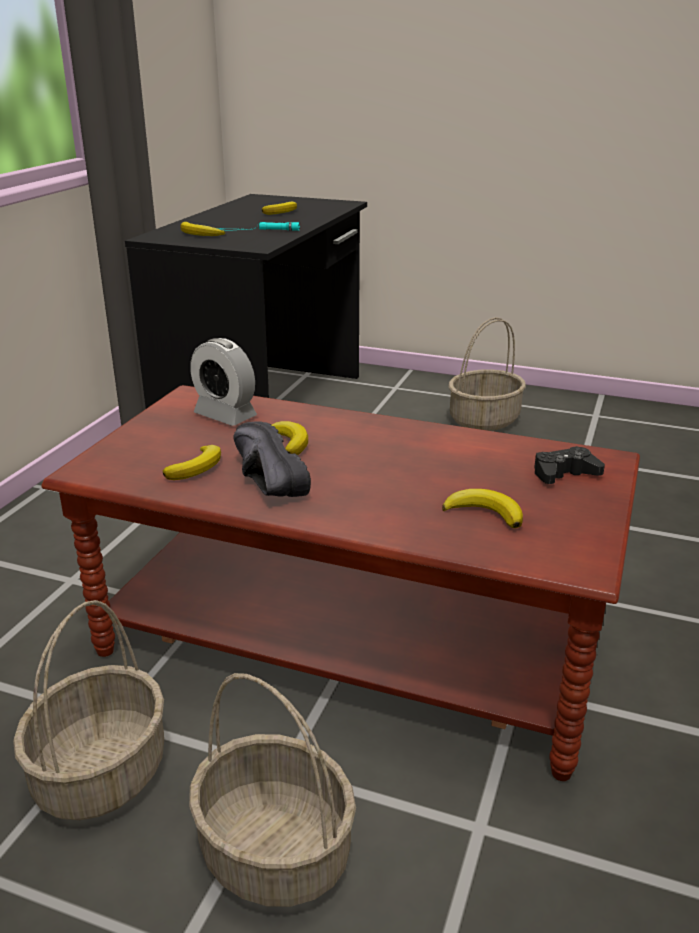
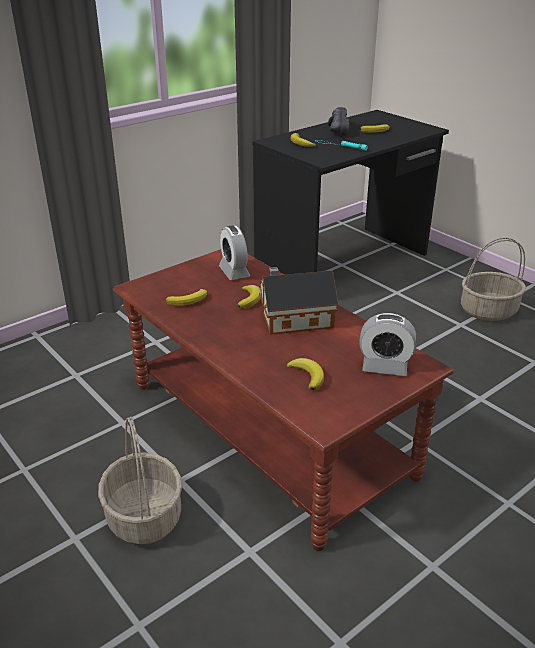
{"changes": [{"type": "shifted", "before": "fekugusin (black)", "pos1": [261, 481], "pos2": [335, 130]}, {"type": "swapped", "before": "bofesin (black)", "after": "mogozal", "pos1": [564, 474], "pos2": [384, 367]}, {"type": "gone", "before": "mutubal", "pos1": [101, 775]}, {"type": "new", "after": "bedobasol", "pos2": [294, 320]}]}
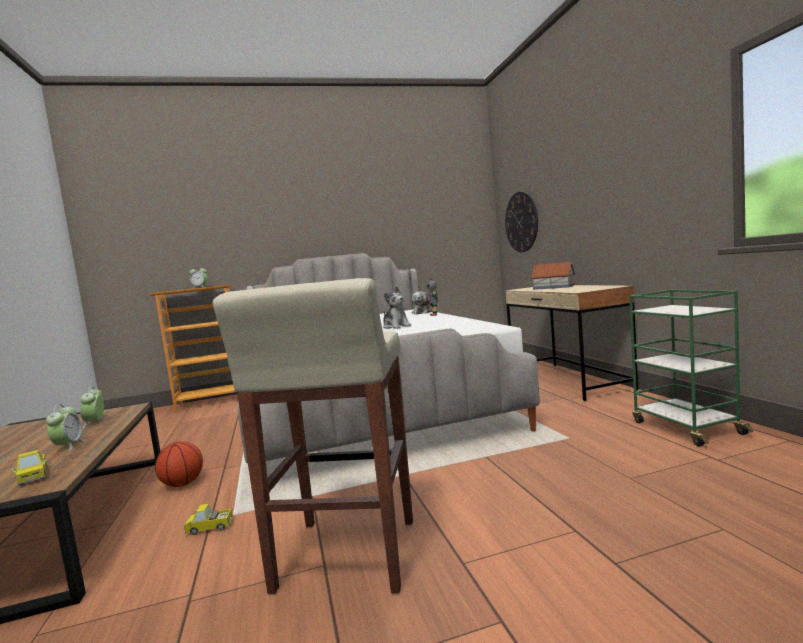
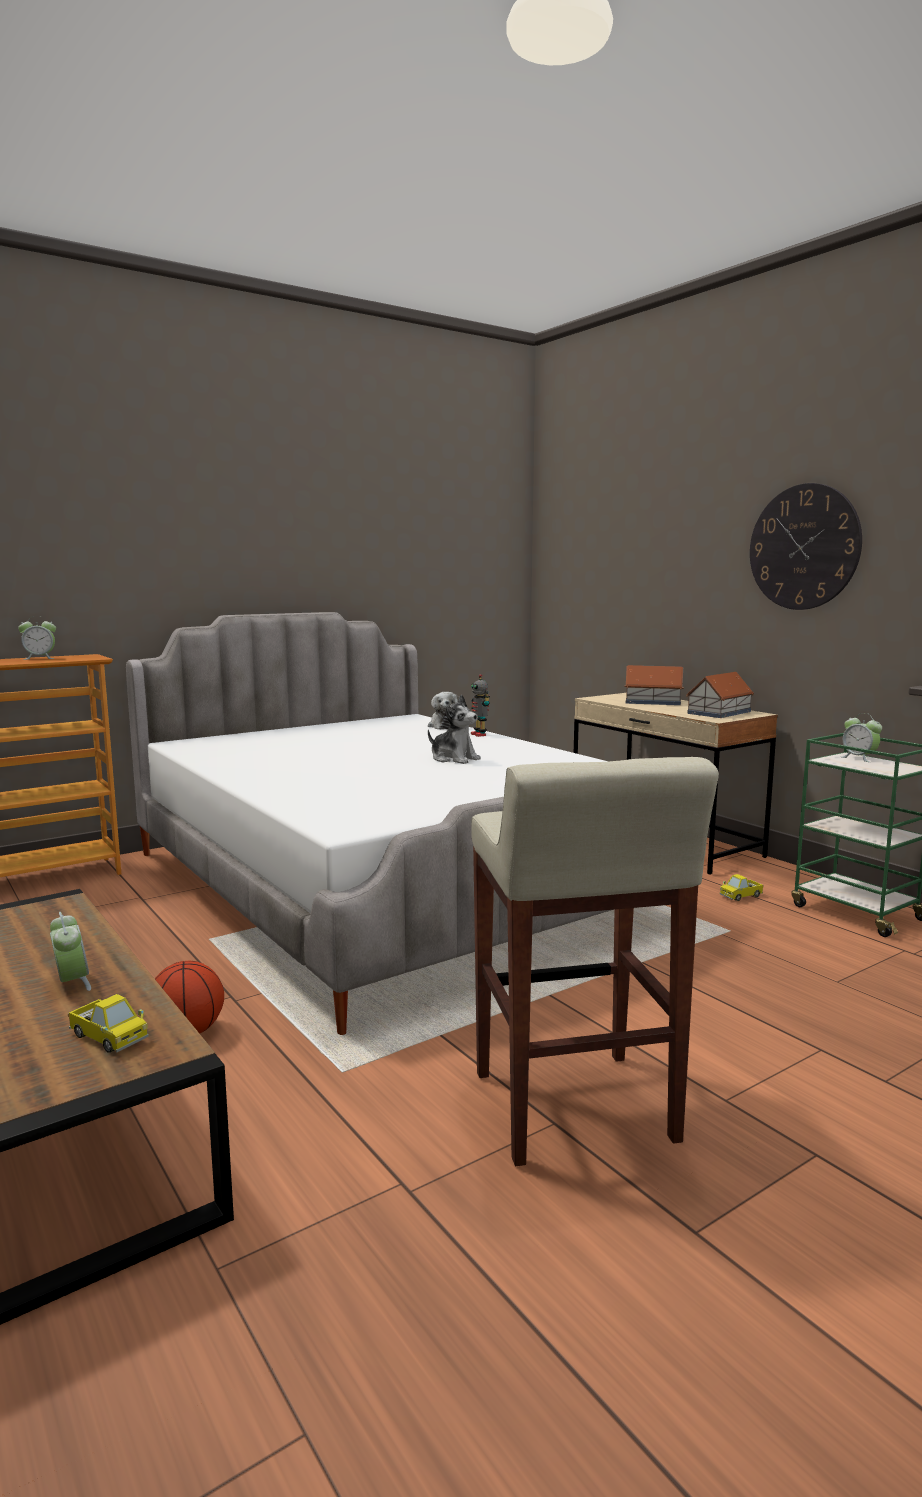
{"changes": [{"type": "shifted", "before": "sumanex", "pos1": [521, 222], "pos2": [804, 547]}, {"type": "shifted", "before": "mogozal", "pos1": [95, 423], "pos2": [859, 758]}, {"type": "shifted", "before": "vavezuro", "pos1": [210, 528], "pos2": [741, 896]}, {"type": "new", "after": "bedobasol", "pos2": [720, 712]}]}
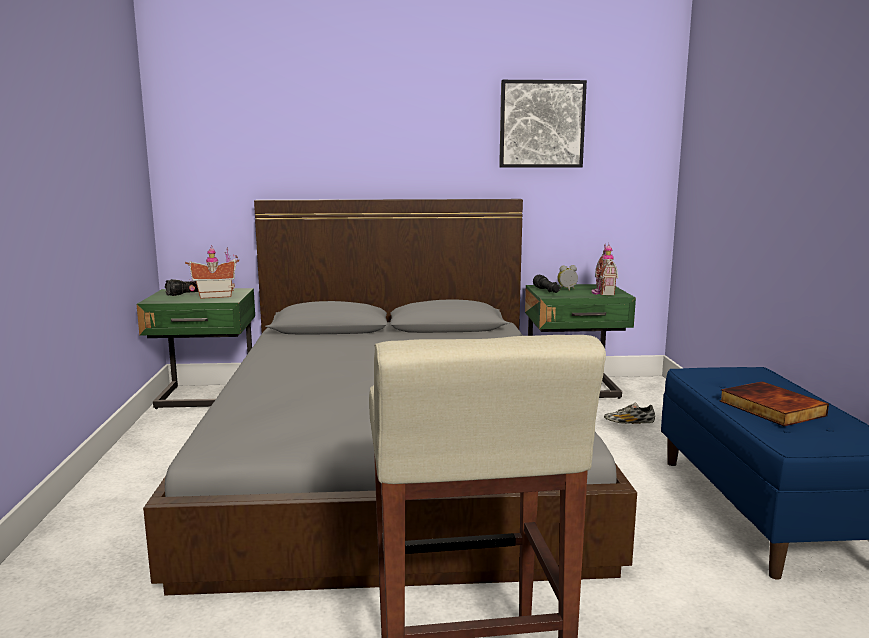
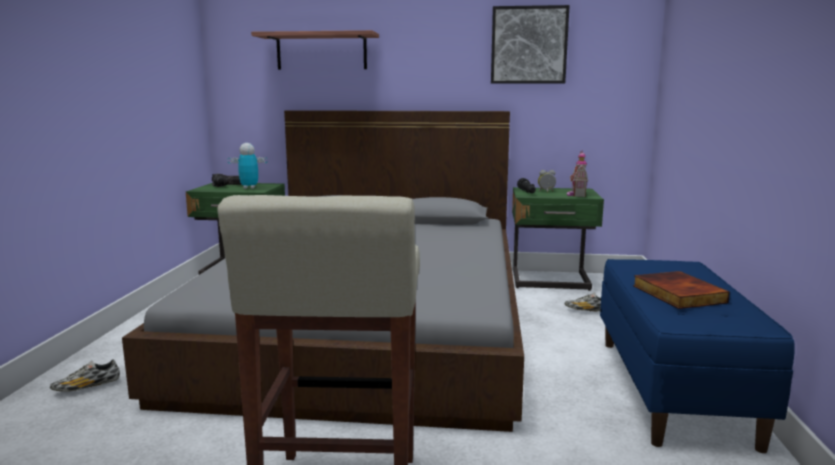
{"changes": [{"type": "swapped", "before": "bedobasol", "after": "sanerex", "pos1": [215, 296], "pos2": [249, 188]}, {"type": "new", "after": "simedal", "pos2": [321, 52]}, {"type": "new", "after": "fekugusin", "pos2": [87, 387]}]}
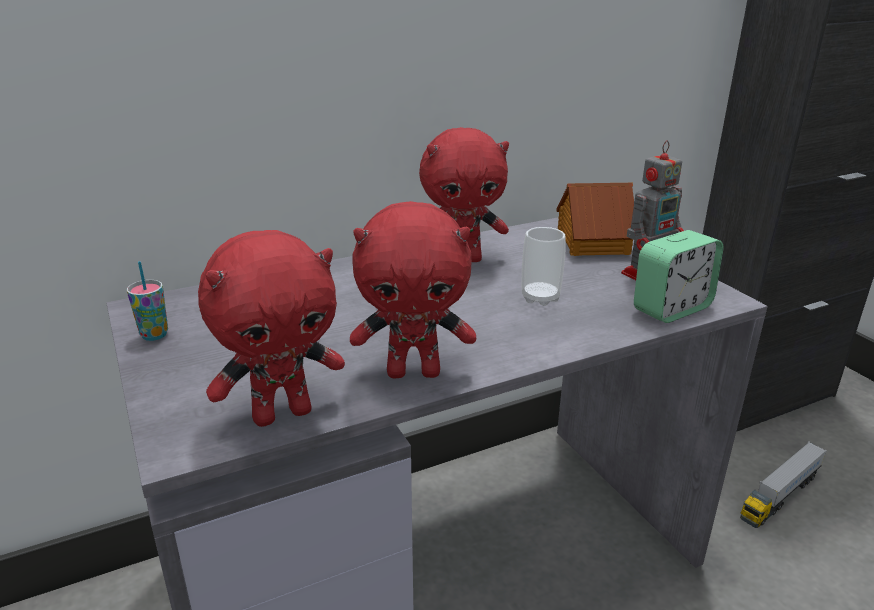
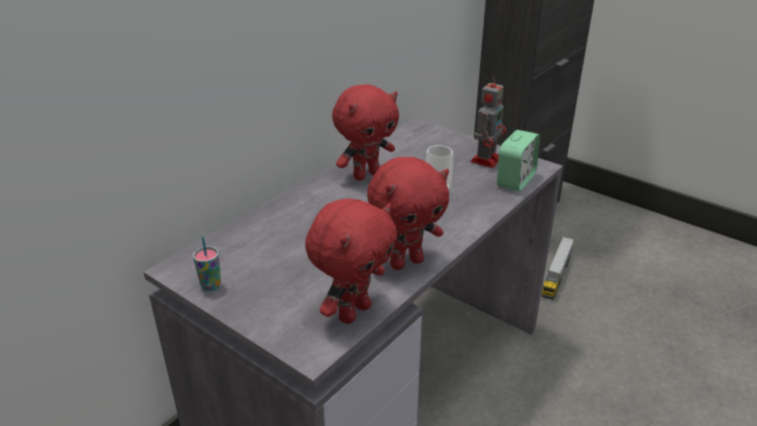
{"changes": [{"type": "gone", "before": "bedobasol", "pos1": [591, 242]}]}
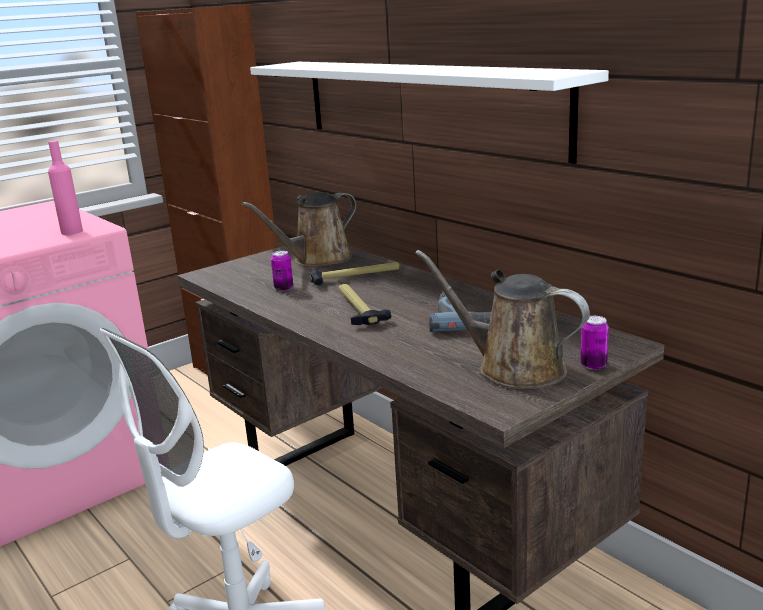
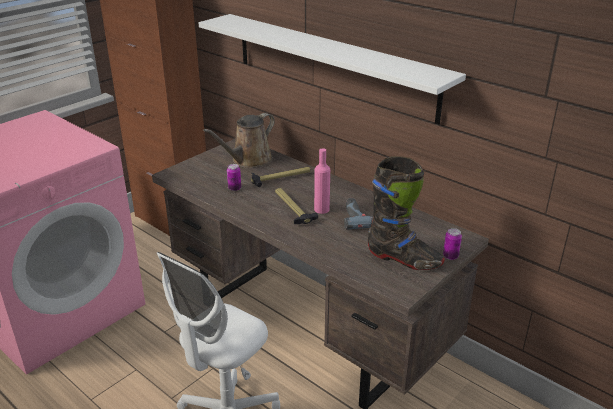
{"changes": [{"type": "shifted", "before": "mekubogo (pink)", "pos1": [72, 232], "pos2": [321, 209]}, {"type": "swapped", "before": "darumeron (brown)", "after": "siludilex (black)", "pos1": [513, 368], "pos2": [403, 259]}]}
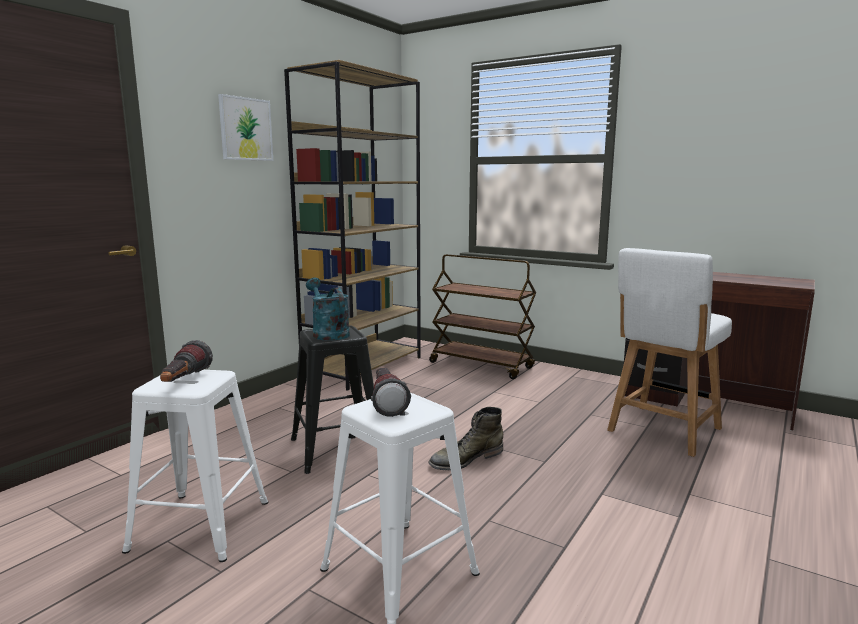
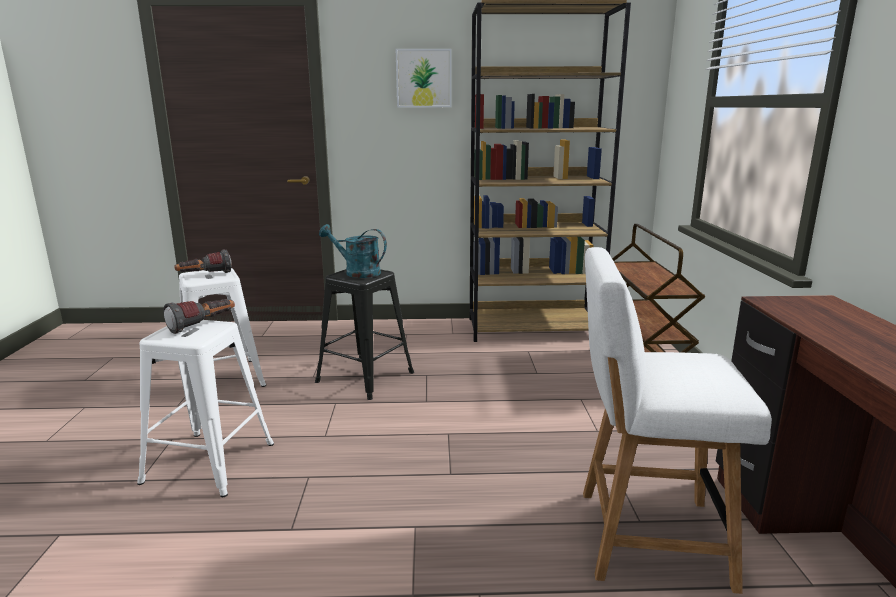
{"changes": [{"type": "rotated", "before": "darumeron (turquoise)", "pos1": [328, 333], "pos2": [357, 272], "turn": -90}, {"type": "gone", "before": "siludilex (green)", "pos1": [466, 459]}]}
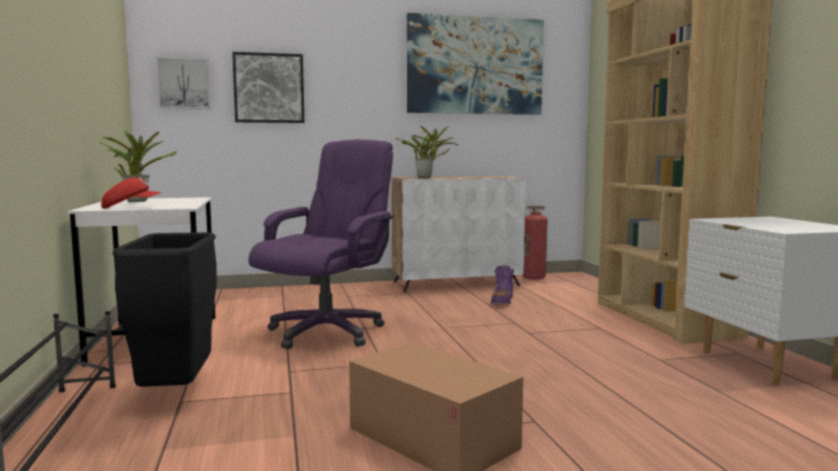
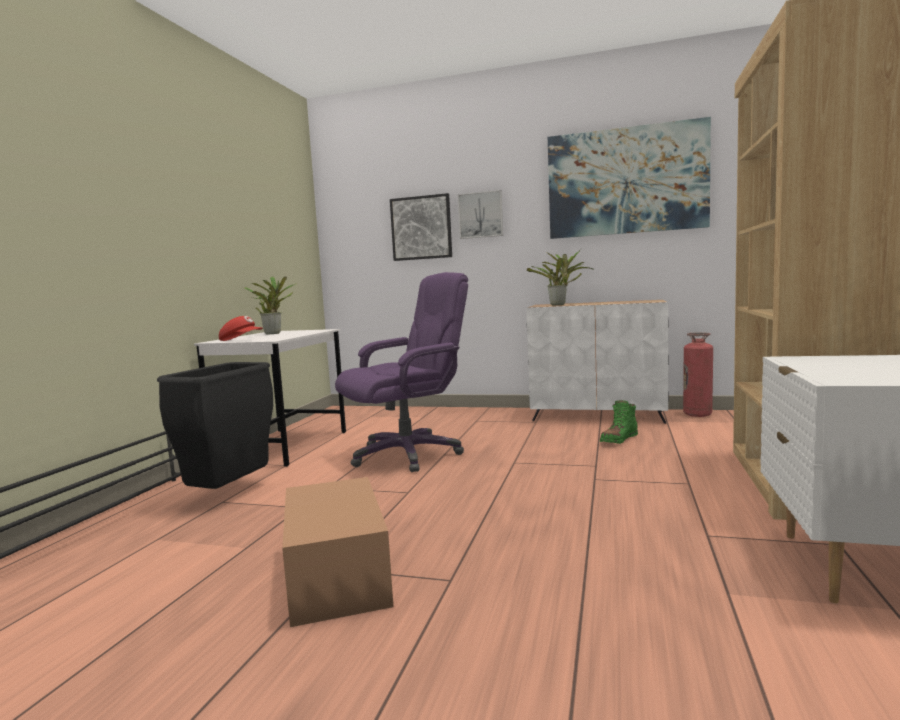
{"changes": [{"type": "shifted", "before": "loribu", "pos1": [184, 83], "pos2": [481, 215]}, {"type": "repainted", "before": "siludilex (purple)", "after": "siludilex (green)", "pos1": [502, 301], "pos2": [618, 439]}]}
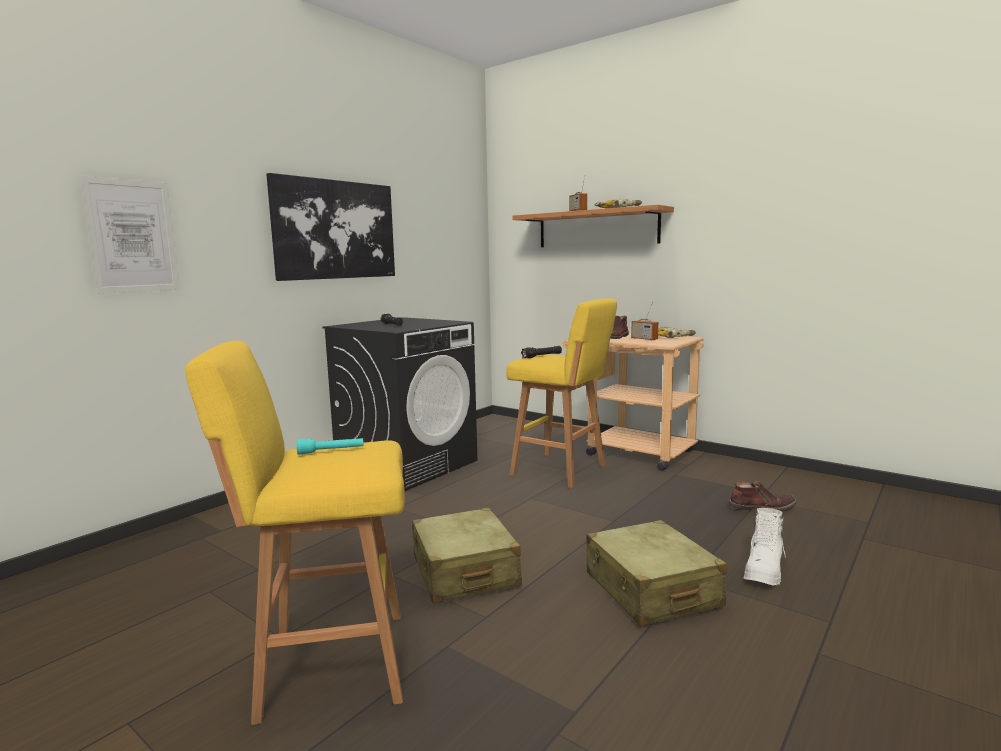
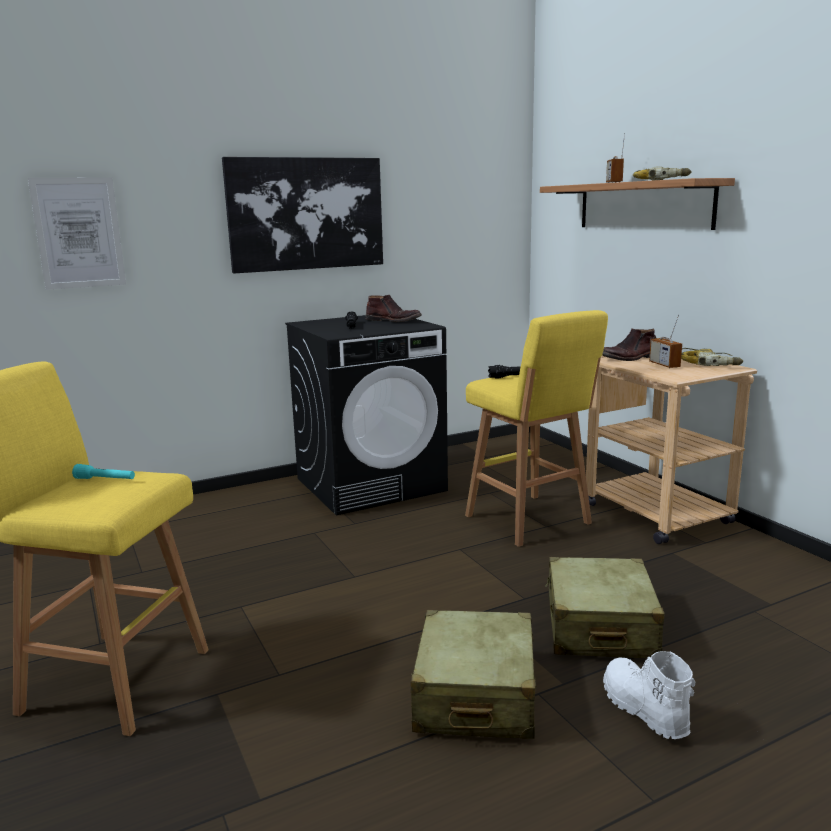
{"changes": [{"type": "shifted", "before": "siludilex (brown)", "pos1": [761, 507], "pos2": [393, 320]}, {"type": "shifted", "before": "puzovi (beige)", "pos1": [464, 572], "pos2": [599, 627]}, {"type": "rotated", "before": "siludilex (white)", "pos1": [764, 570], "pos2": [642, 709], "turn": 105}]}
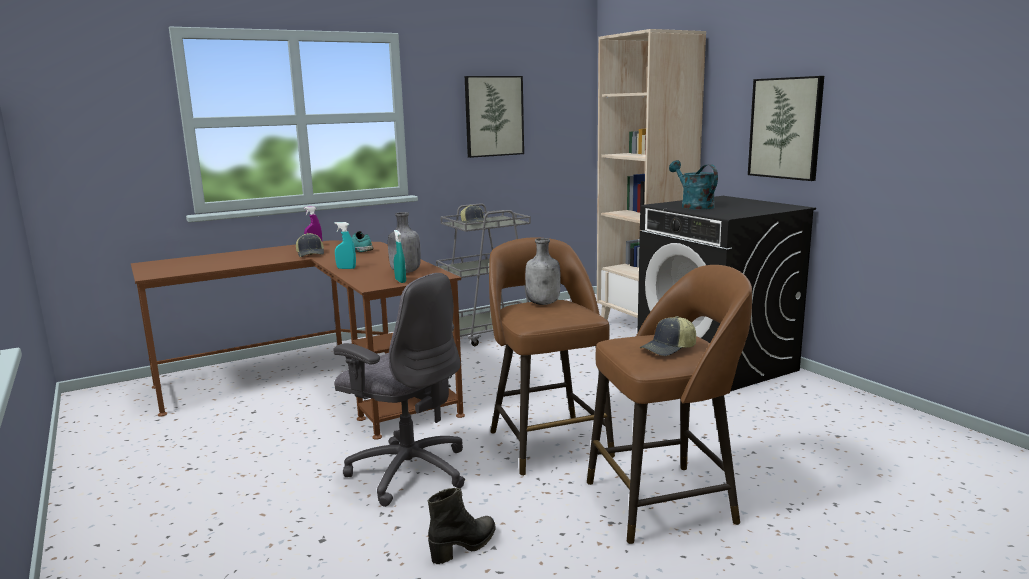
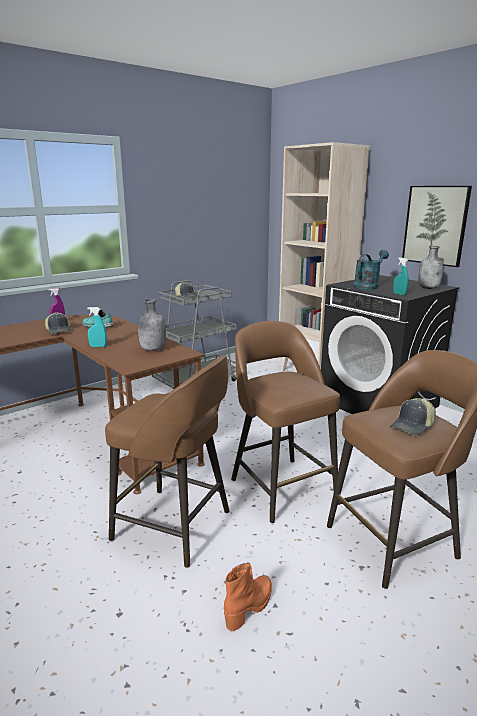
{"changes": [{"type": "gone", "before": "loribu", "pos1": [494, 116]}, {"type": "rotated", "before": "darumeron (turquoise)", "pos1": [693, 206], "pos2": [368, 286], "turn": 75}, {"type": "shifted", "before": "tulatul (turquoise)", "pos1": [400, 281], "pos2": [399, 294]}, {"type": "shifted", "before": "mekubogo (grey)", "pos1": [544, 303], "pos2": [429, 288]}, {"type": "swapped", "before": "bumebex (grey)", "after": "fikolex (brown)", "pos1": [408, 471], "pos2": [175, 526]}, {"type": "repainted", "before": "siludilex (black)", "after": "siludilex (orange)", "pos1": [464, 546], "pos2": [250, 607]}]}
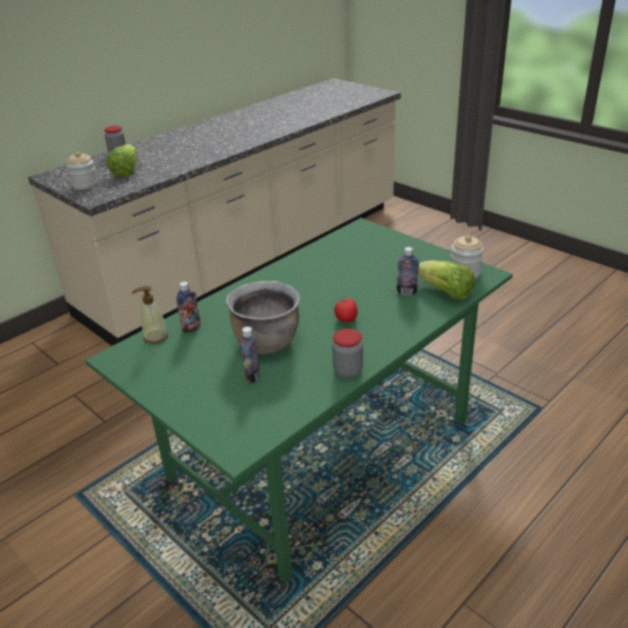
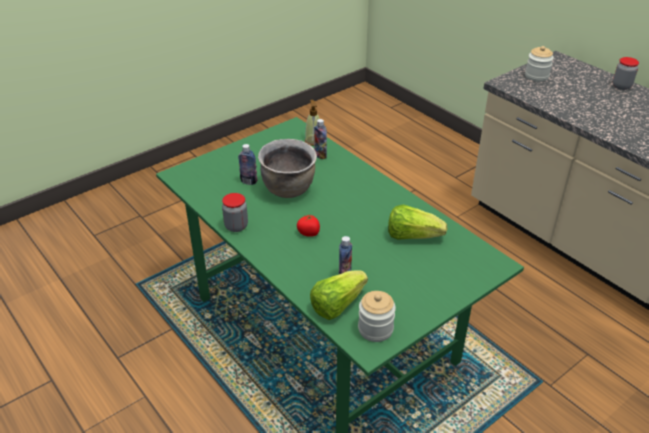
{"changes": [{"type": "shifted", "before": "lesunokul", "pos1": [126, 171], "pos2": [412, 236]}]}
